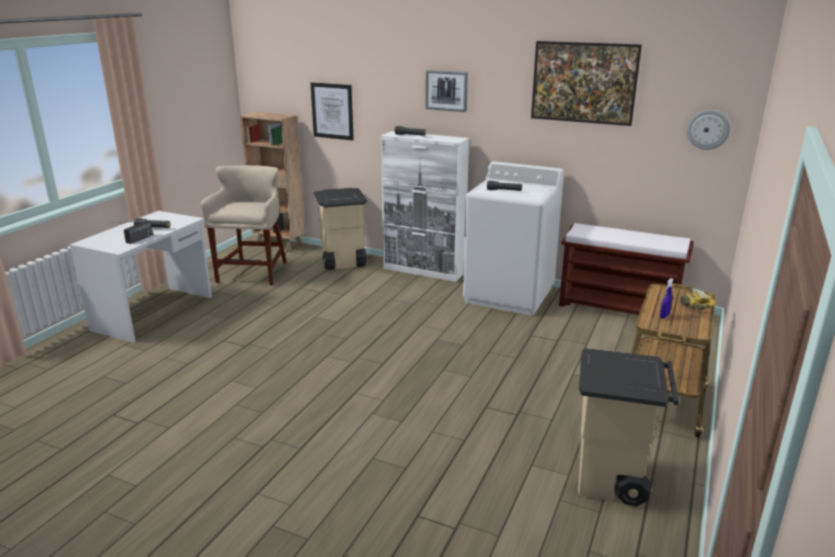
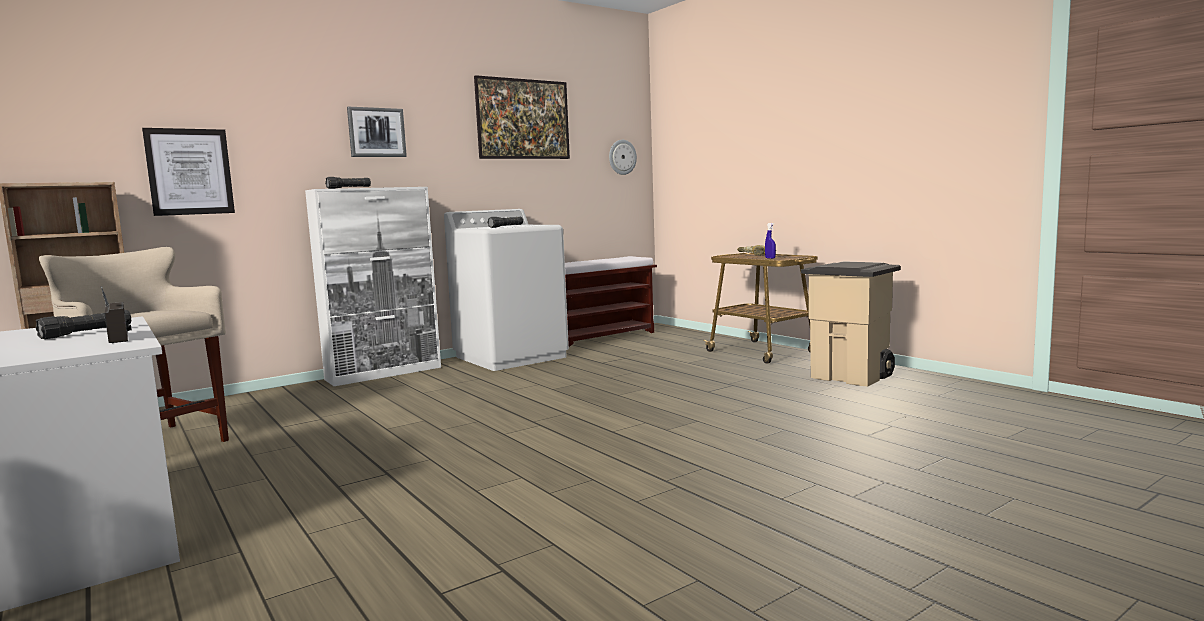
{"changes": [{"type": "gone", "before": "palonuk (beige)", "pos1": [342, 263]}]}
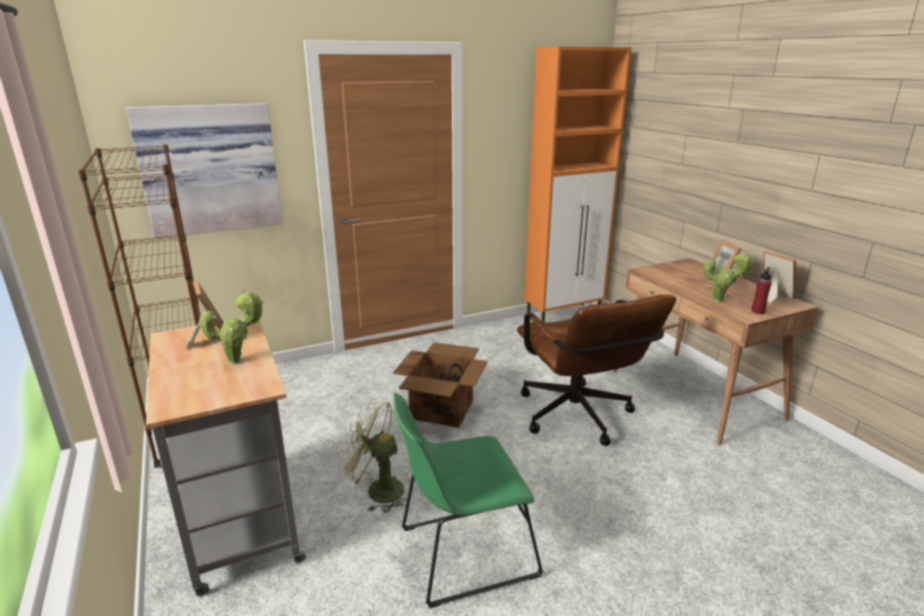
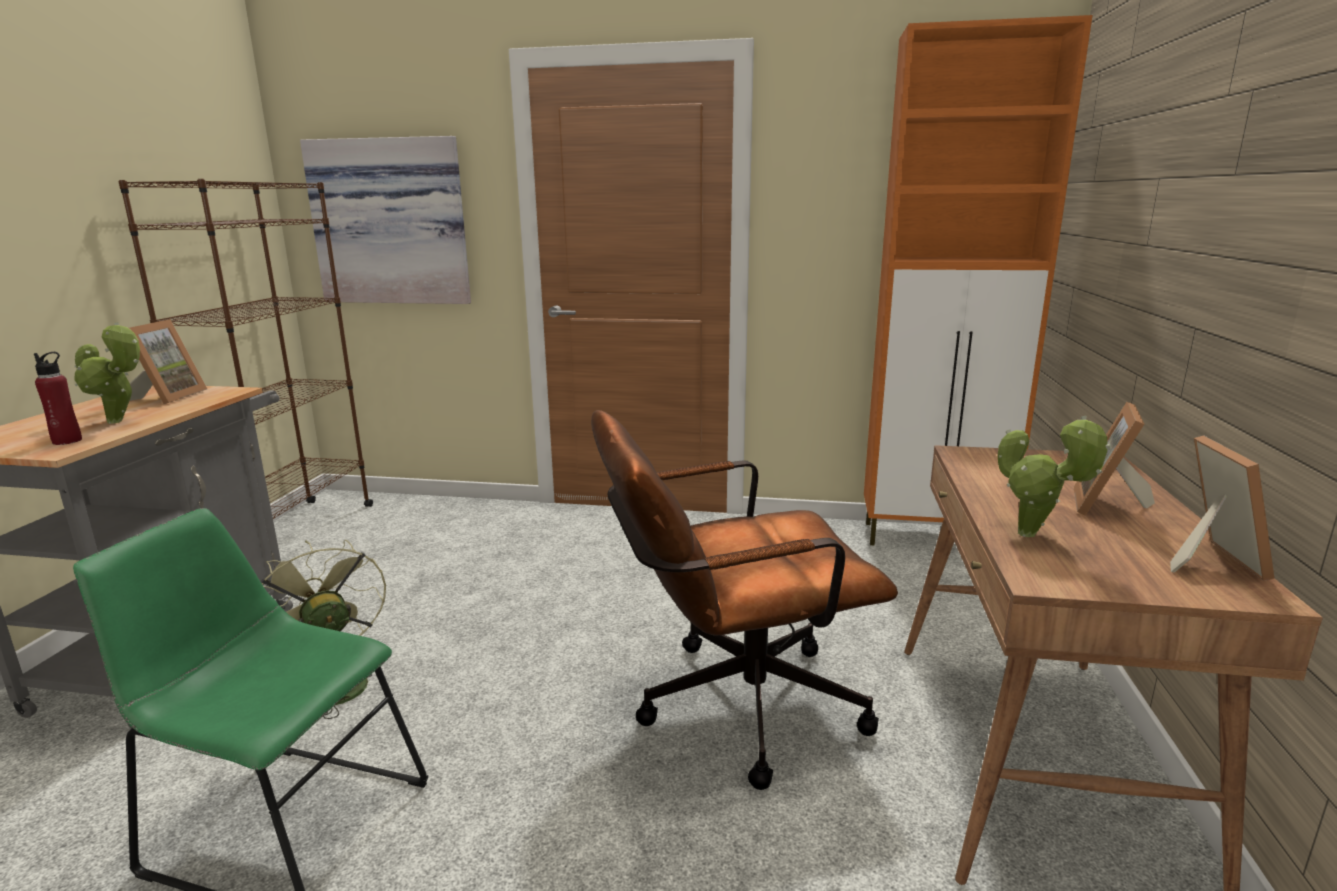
{"changes": [{"type": "shifted", "before": "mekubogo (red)", "pos1": [758, 311], "pos2": [67, 441]}, {"type": "rotated", "before": "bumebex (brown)", "pos1": [579, 419], "pos2": [731, 707], "turn": 60}, {"type": "gone", "before": "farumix", "pos1": [442, 409]}]}
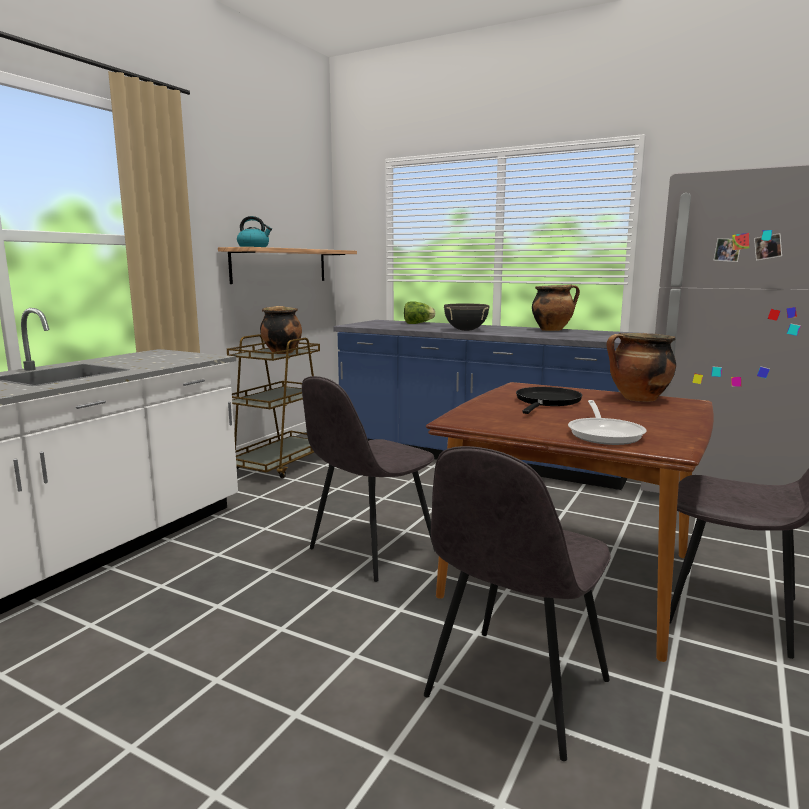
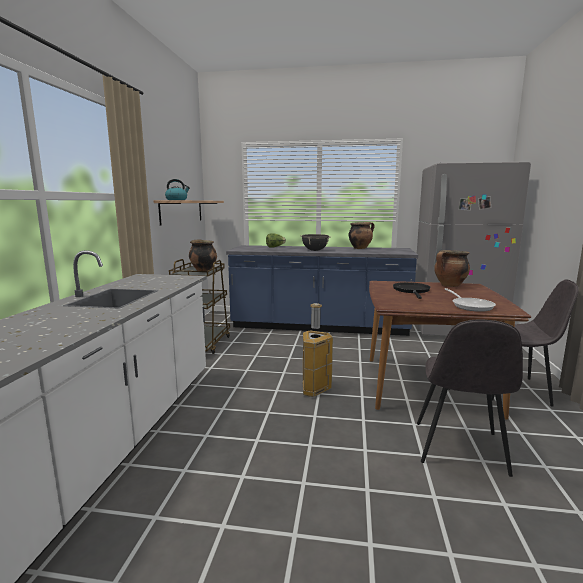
{"changes": [{"type": "swapped", "before": "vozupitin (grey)", "after": "palonuk", "pos1": [370, 551], "pos2": [314, 390]}]}
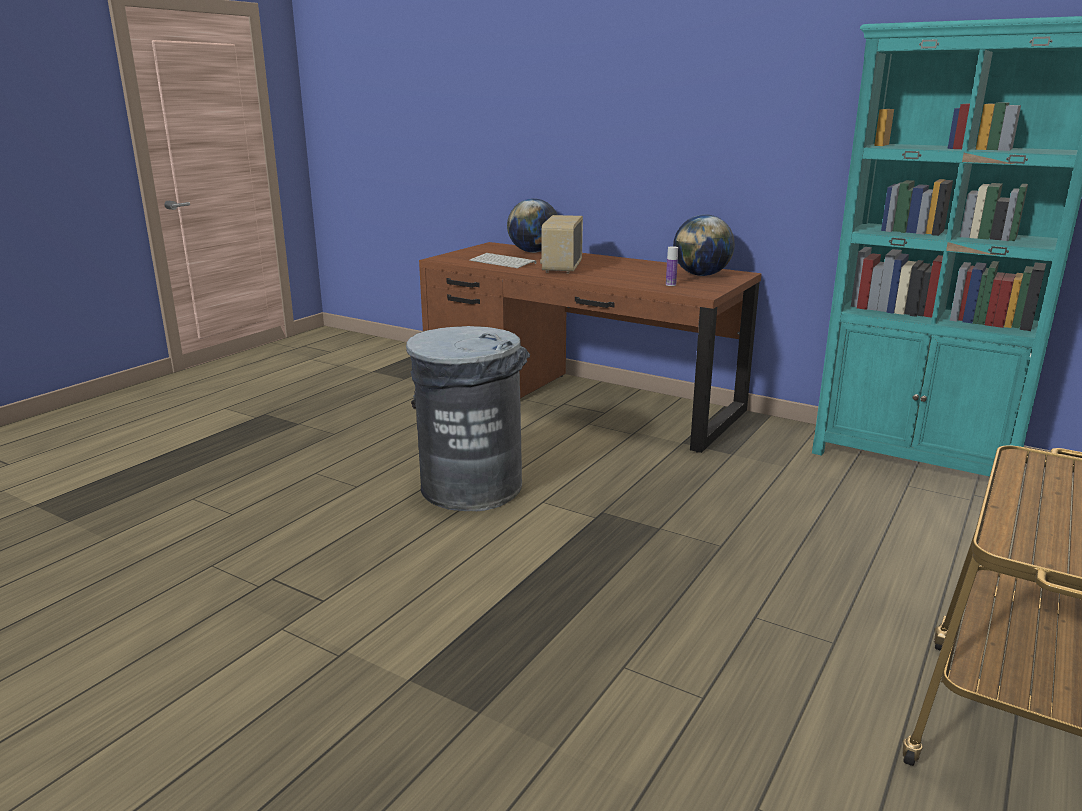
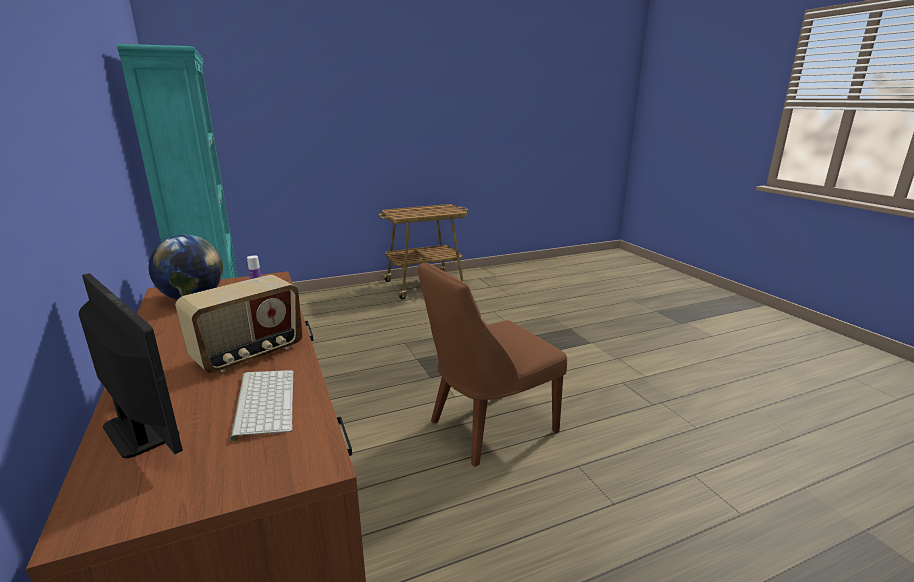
{"changes": [{"type": "swapped", "before": "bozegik", "after": "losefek", "pos1": [533, 252], "pos2": [140, 431]}, {"type": "swapped", "before": "palonuk (grey)", "after": "vozupitin (brown)", "pos1": [471, 487], "pos2": [487, 427]}]}
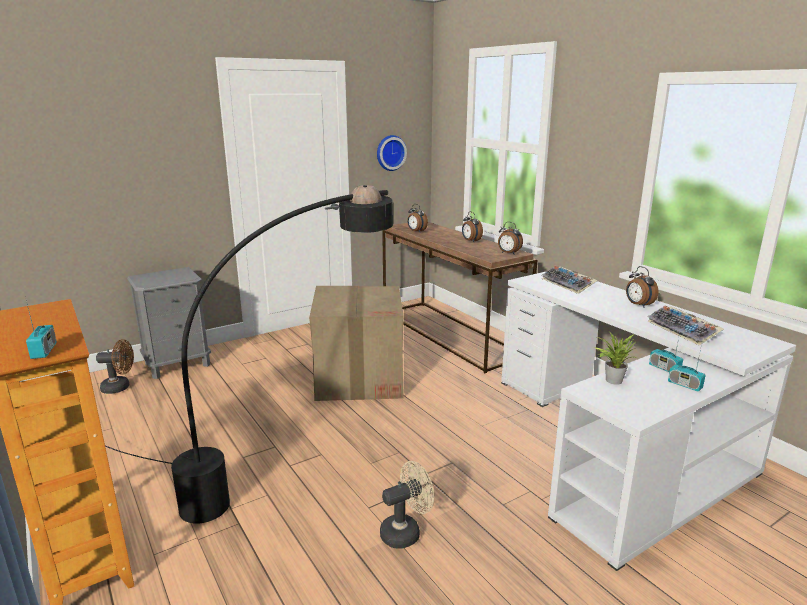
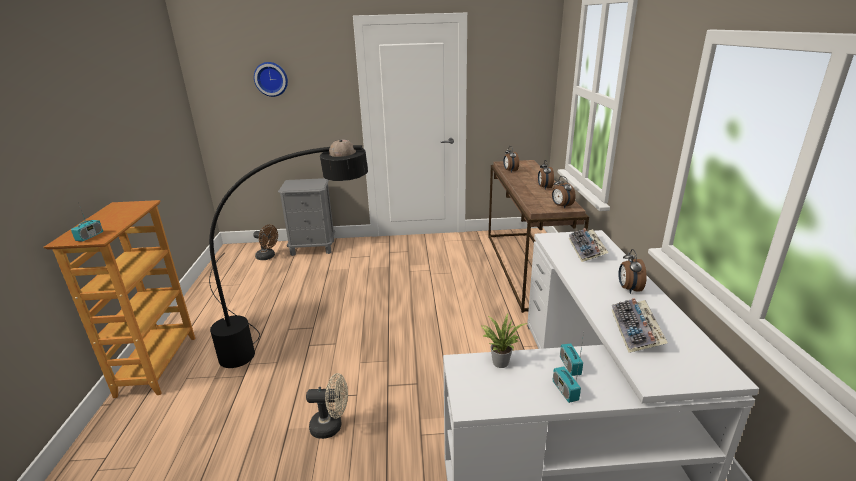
{"changes": [{"type": "shifted", "before": "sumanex", "pos1": [390, 152], "pos2": [271, 79]}, {"type": "gone", "before": "farumix", "pos1": [359, 378]}]}
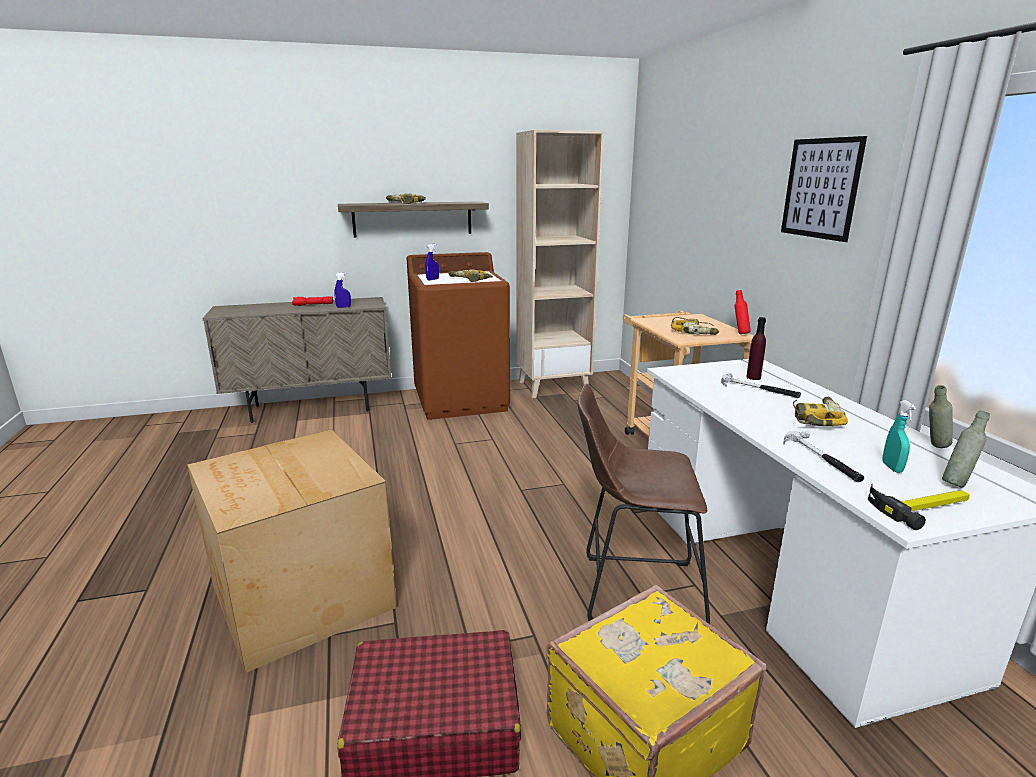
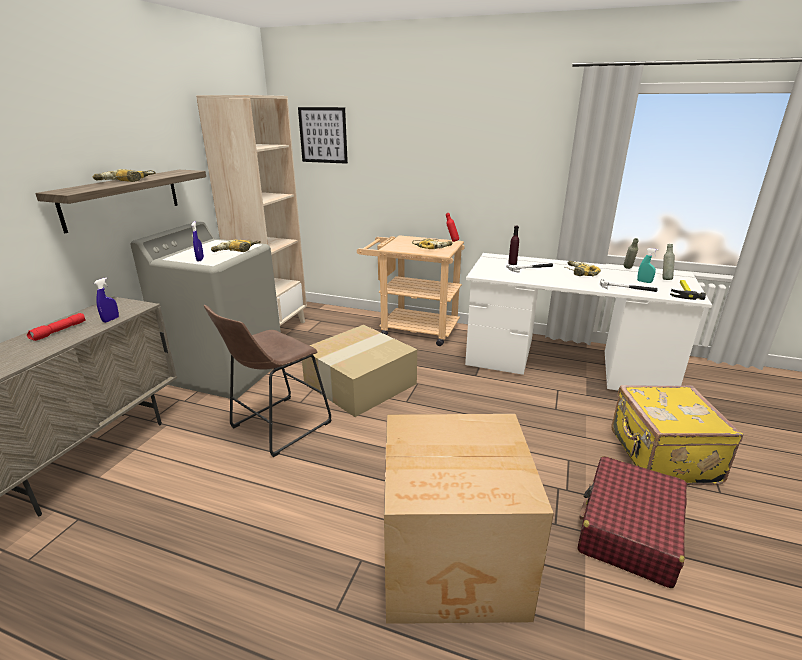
{"changes": [{"type": "shifted", "before": "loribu", "pos1": [820, 188], "pos2": [323, 135]}, {"type": "repainted", "before": "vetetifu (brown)", "after": "vetetifu (grey)", "pos1": [461, 400], "pos2": [227, 371]}, {"type": "shifted", "before": "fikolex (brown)", "pos1": [632, 591], "pos2": [276, 427]}, {"type": "new", "after": "farumix", "pos2": [360, 382]}]}
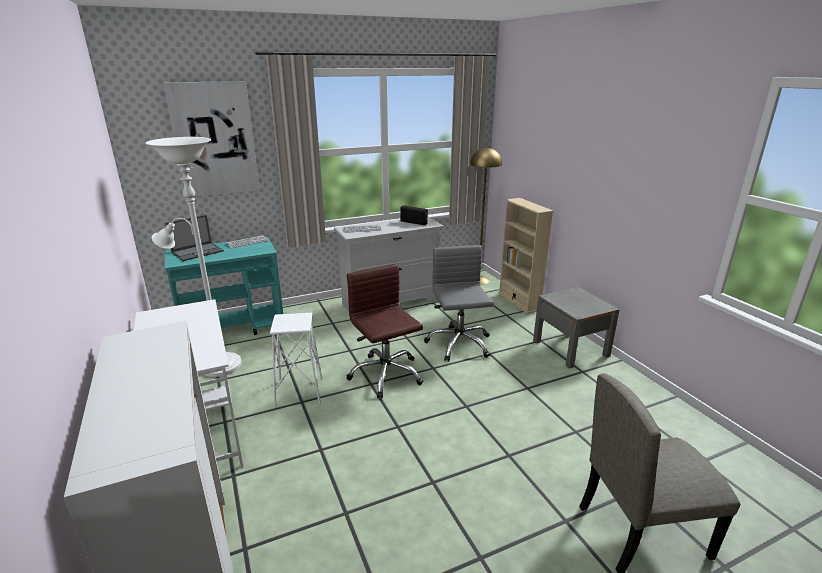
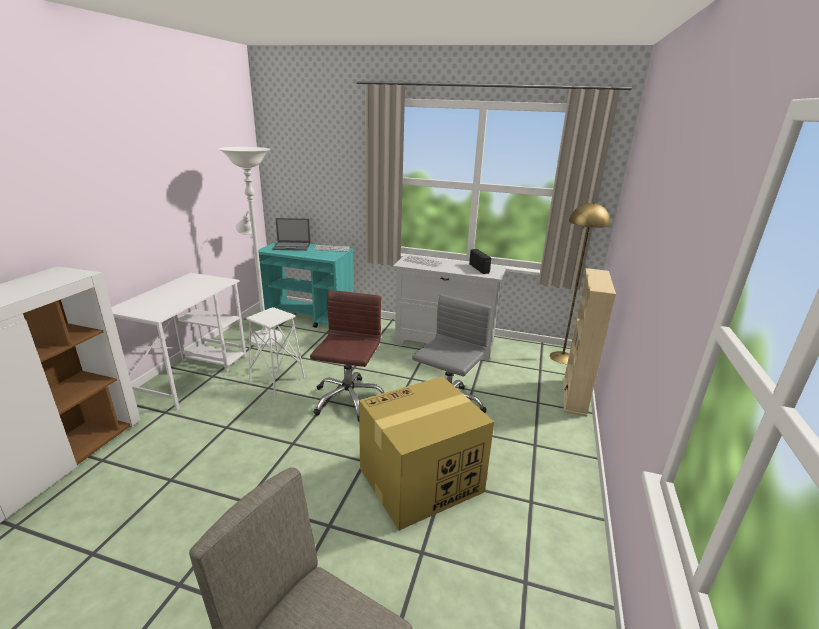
{"changes": [{"type": "gone", "before": "loribu", "pos1": [214, 139]}, {"type": "gone", "before": "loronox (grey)", "pos1": [570, 348]}, {"type": "new", "after": "farumix", "pos2": [419, 481]}]}
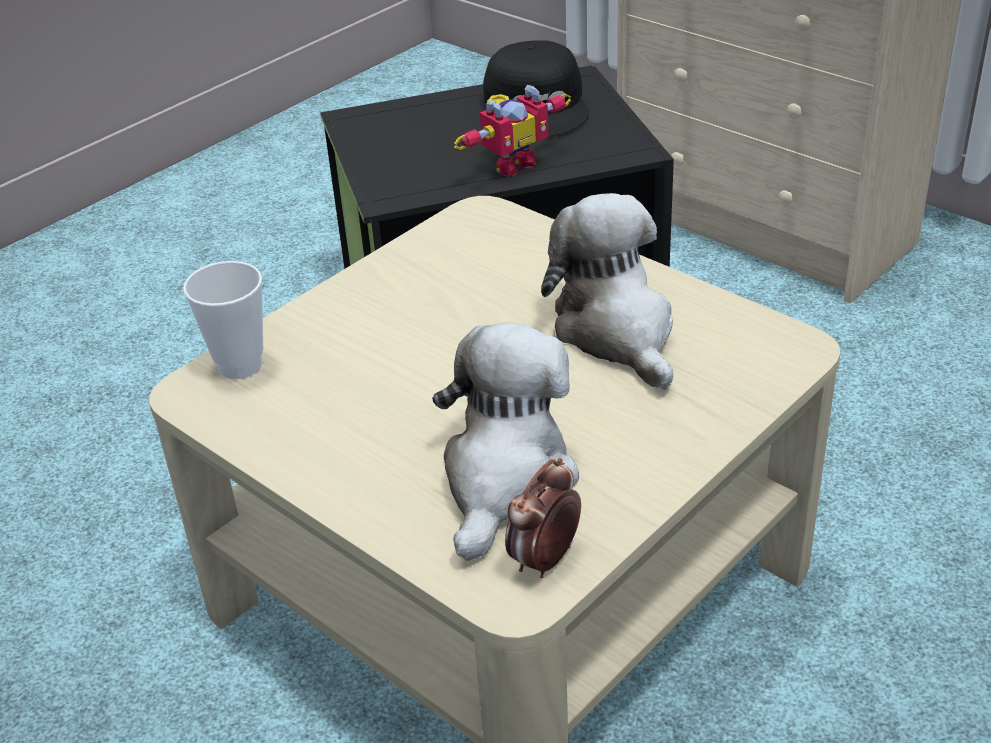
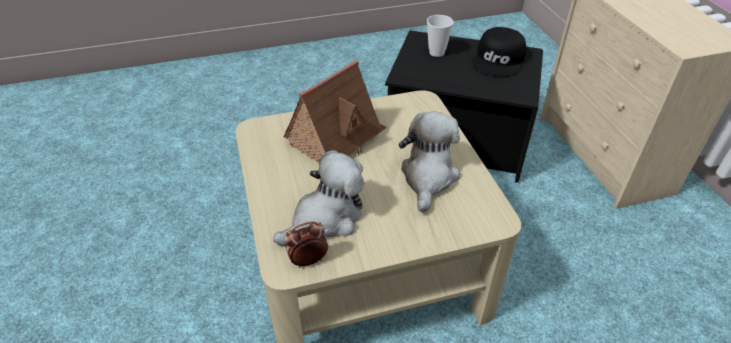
{"changes": [{"type": "gone", "before": "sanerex", "pos1": [511, 163]}, {"type": "shifted", "before": "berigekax", "pos1": [240, 365], "pos2": [436, 52]}, {"type": "new", "after": "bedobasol", "pos2": [337, 137]}]}
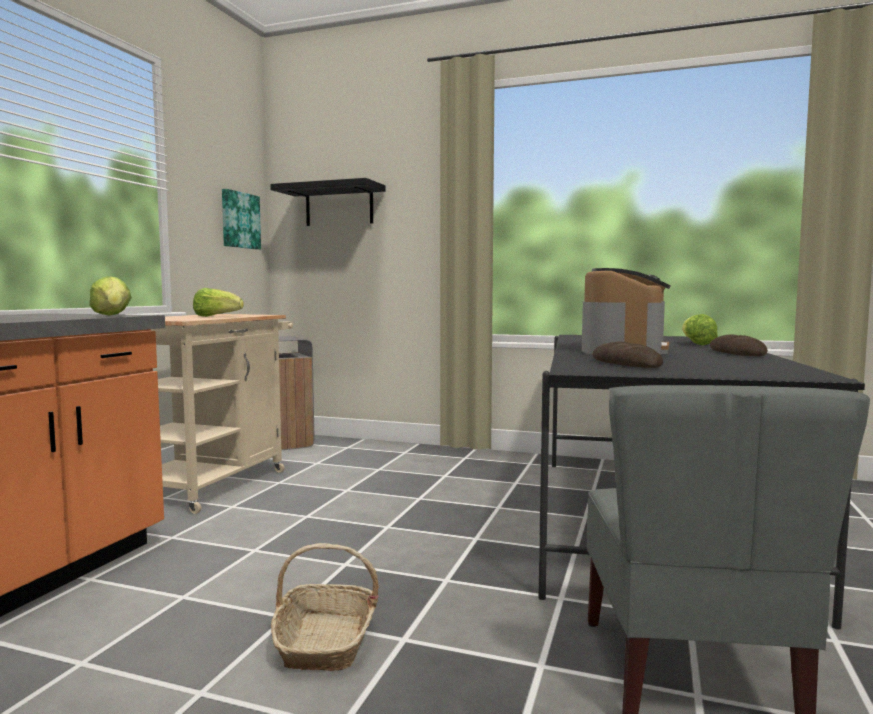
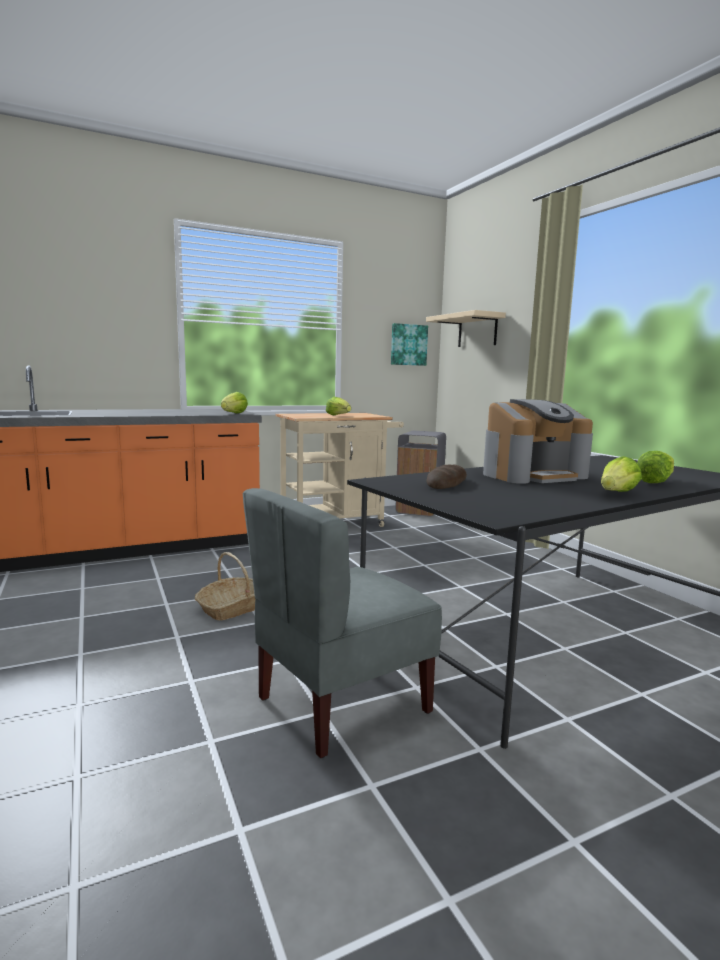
{"changes": [{"type": "repainted", "before": "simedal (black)", "after": "simedal (beige)", "pos1": [339, 206], "pos2": [477, 331]}, {"type": "swapped", "before": "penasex", "after": "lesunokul", "pos1": [736, 353], "pos2": [616, 493]}]}
